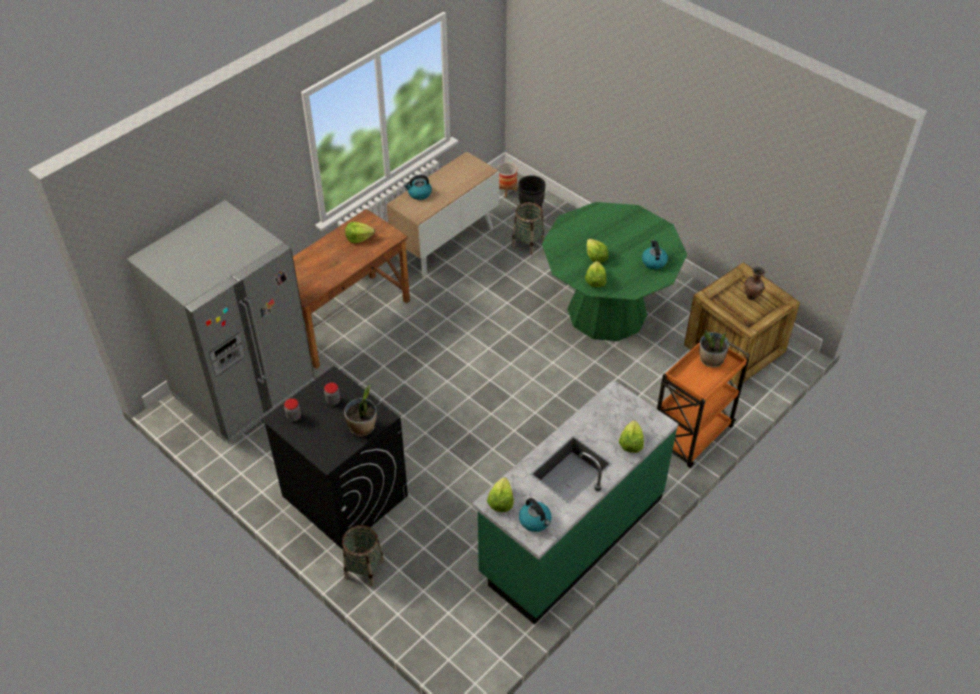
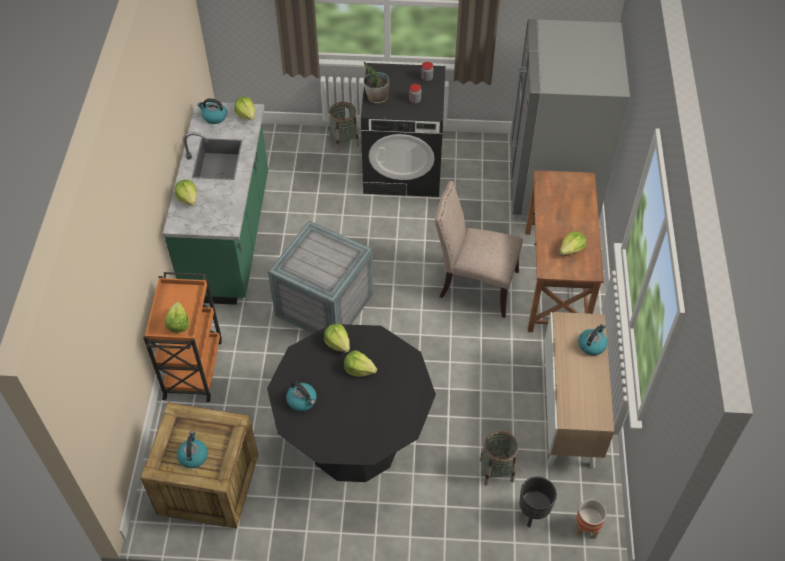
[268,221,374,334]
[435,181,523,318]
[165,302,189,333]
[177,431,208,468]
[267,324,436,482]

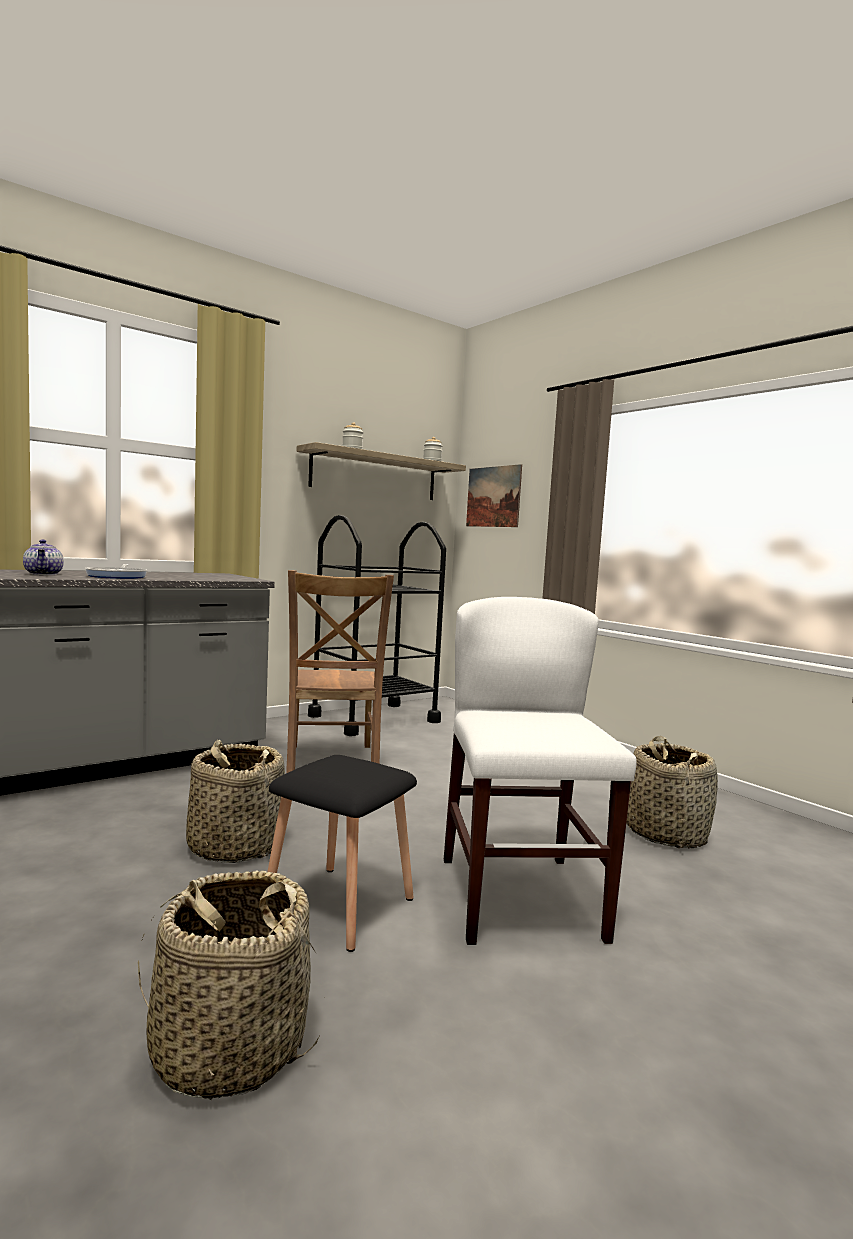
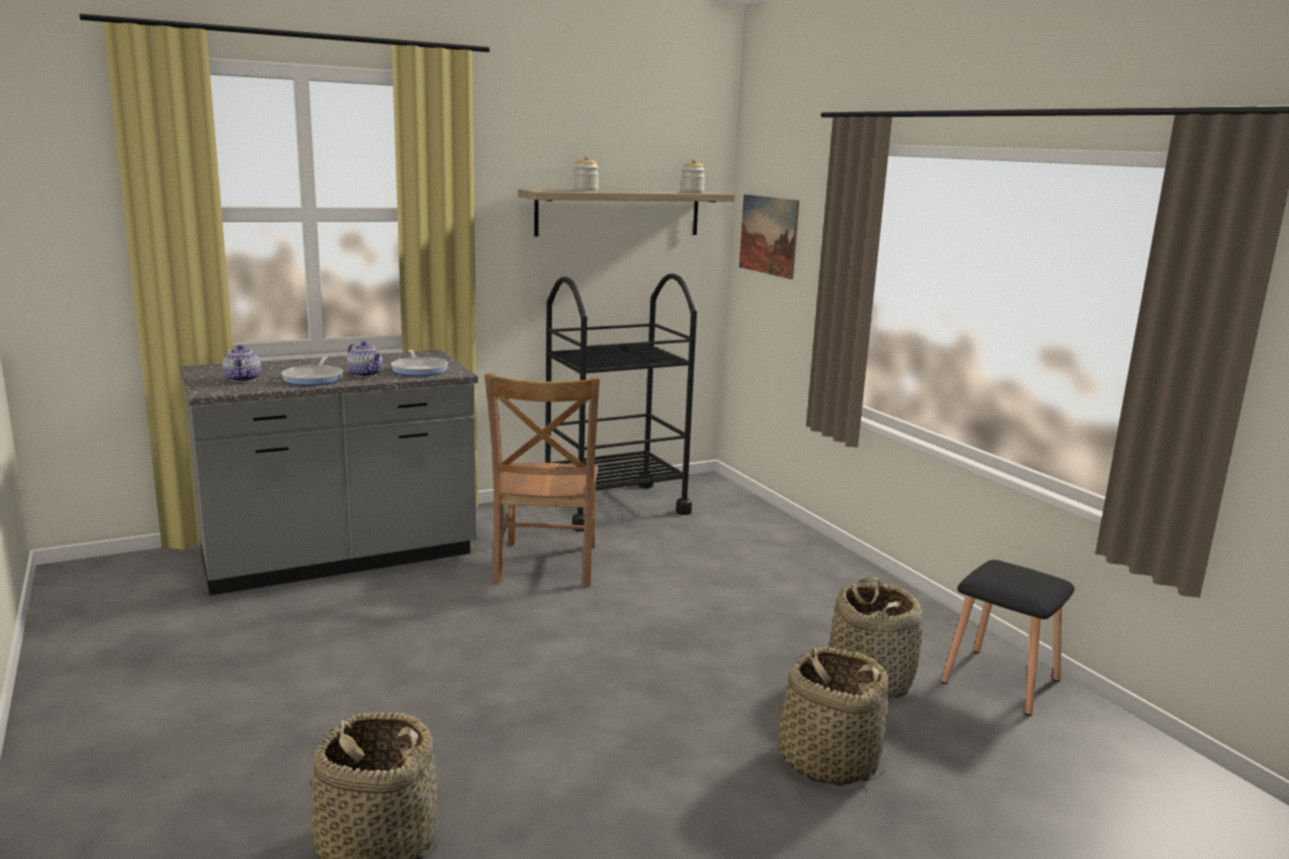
[444,597,637,945] (first image)
[347,341,383,377]
[391,350,448,376]
[776,647,889,786]
[941,560,1075,716]

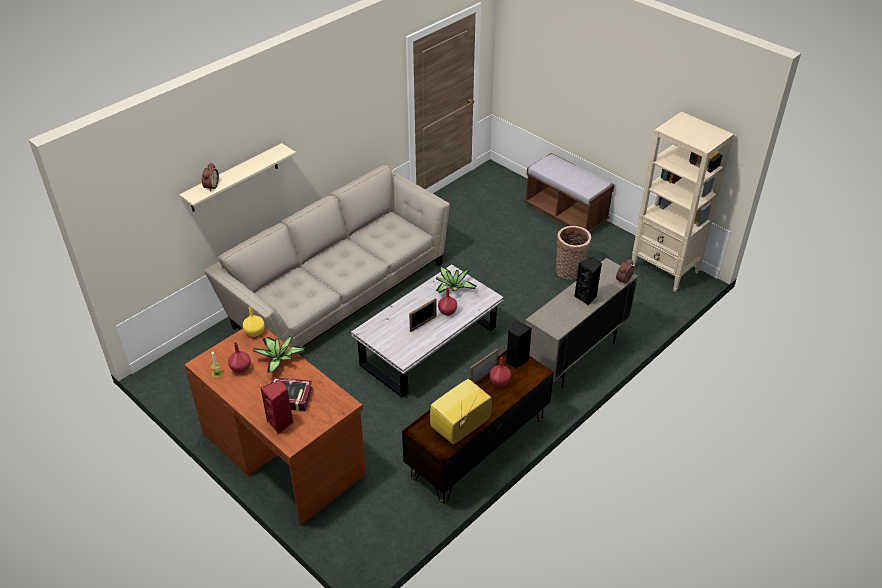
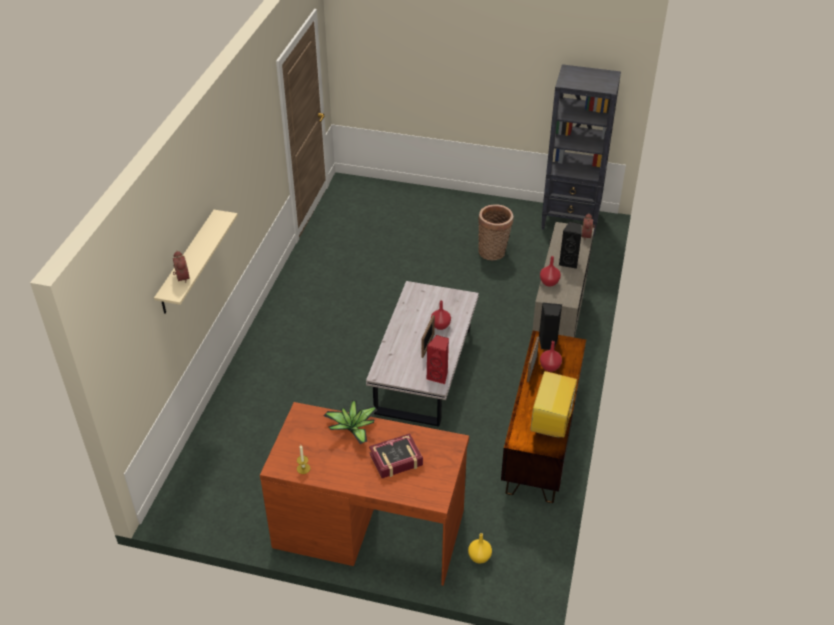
[204,165,450,348] (first image)
[436,266,476,293] (first image)
[525,153,614,232] (first image)
[540,256,561,287]
[468,533,492,564]
[427,335,449,384]
[541,64,621,237]

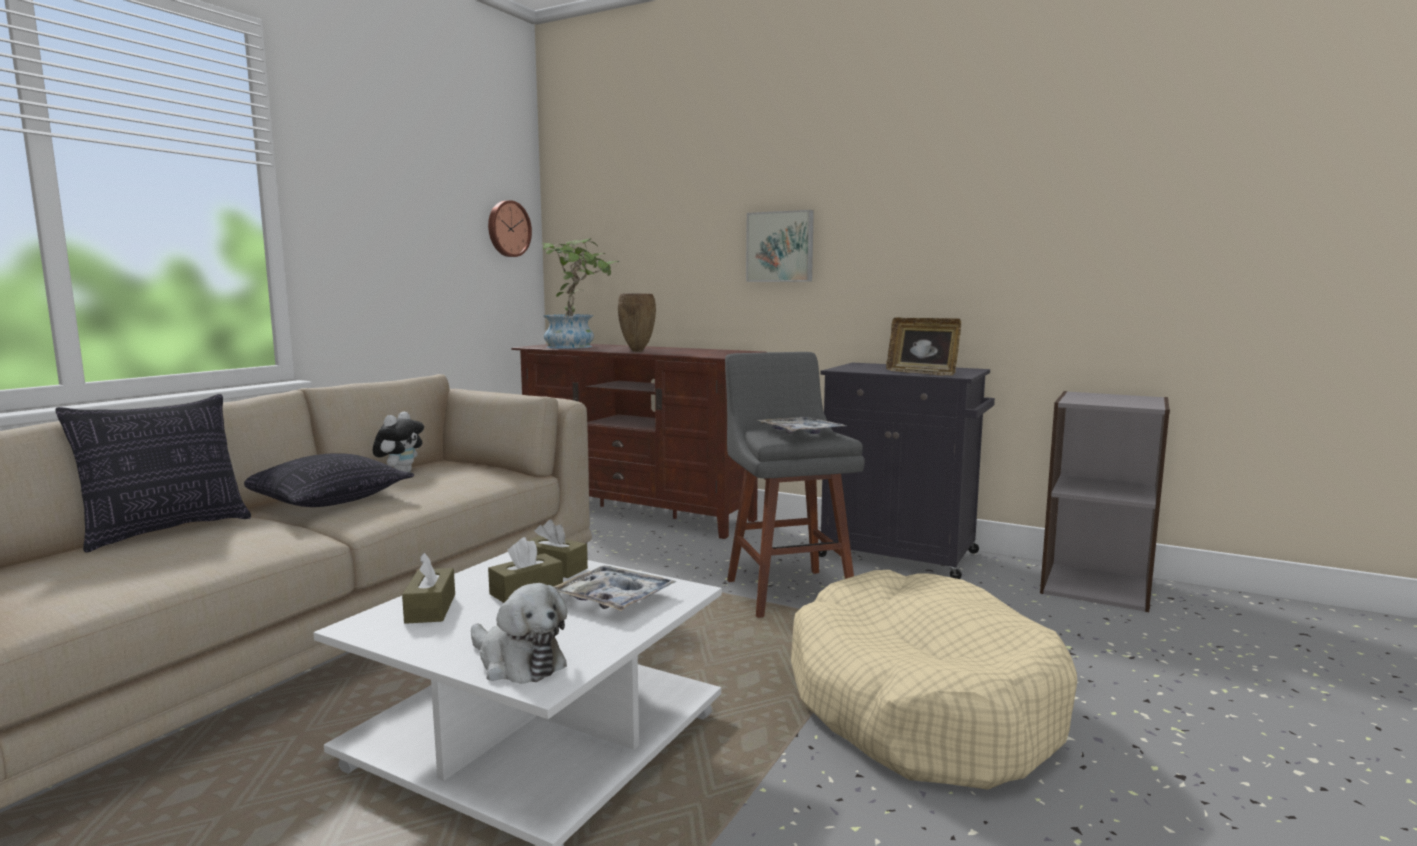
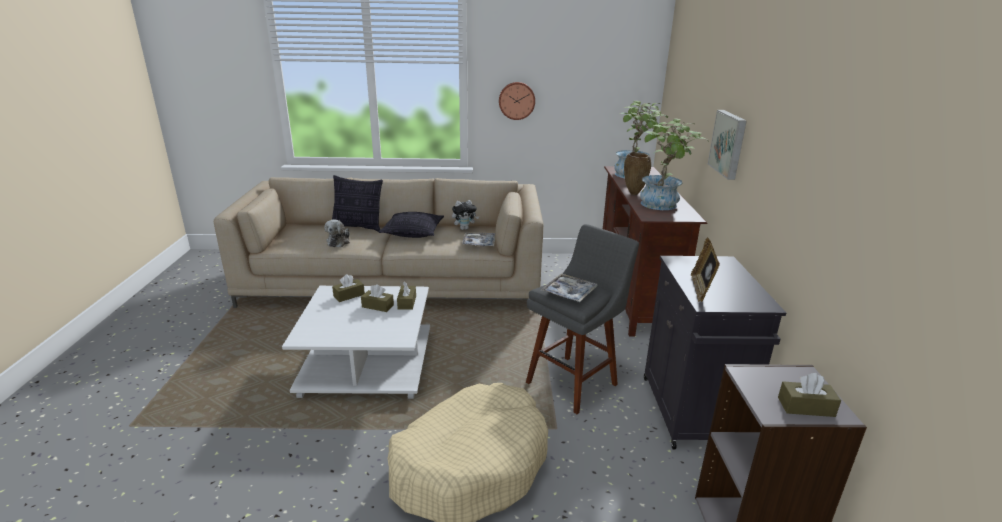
[640,119,709,210]
[778,373,841,417]
[324,219,350,247]
[499,82,535,120]
[462,232,495,246]

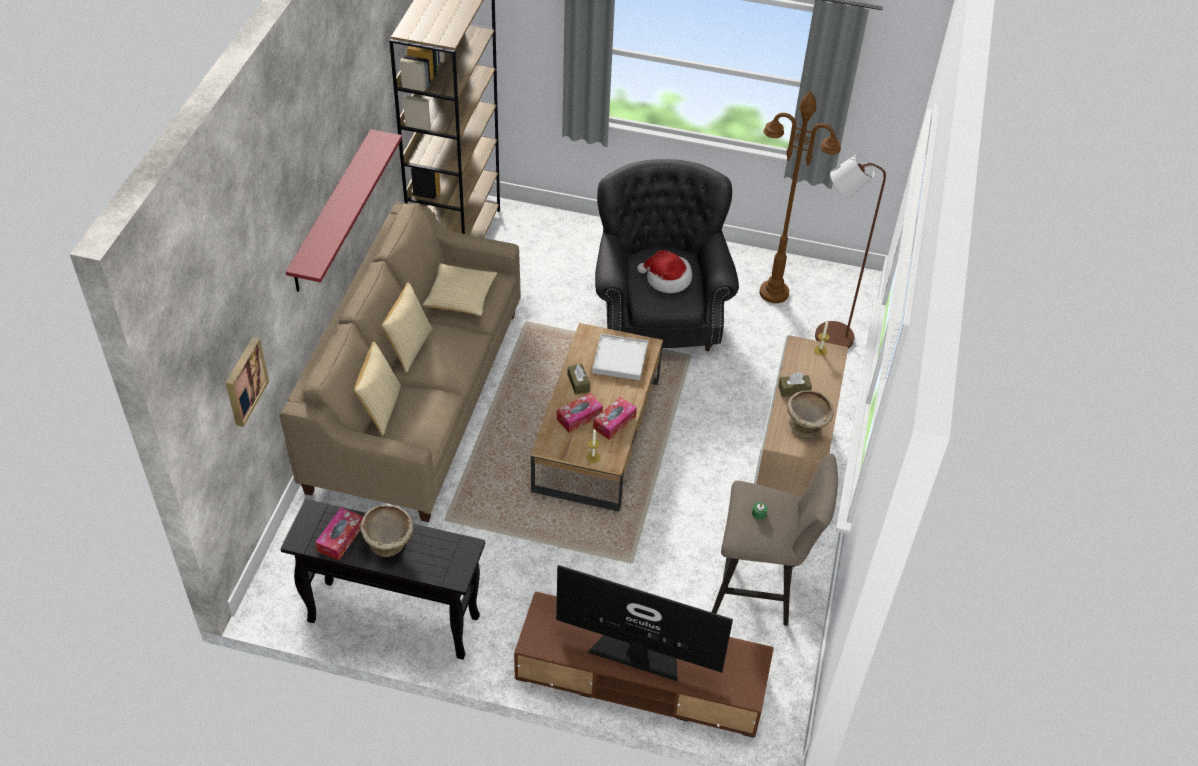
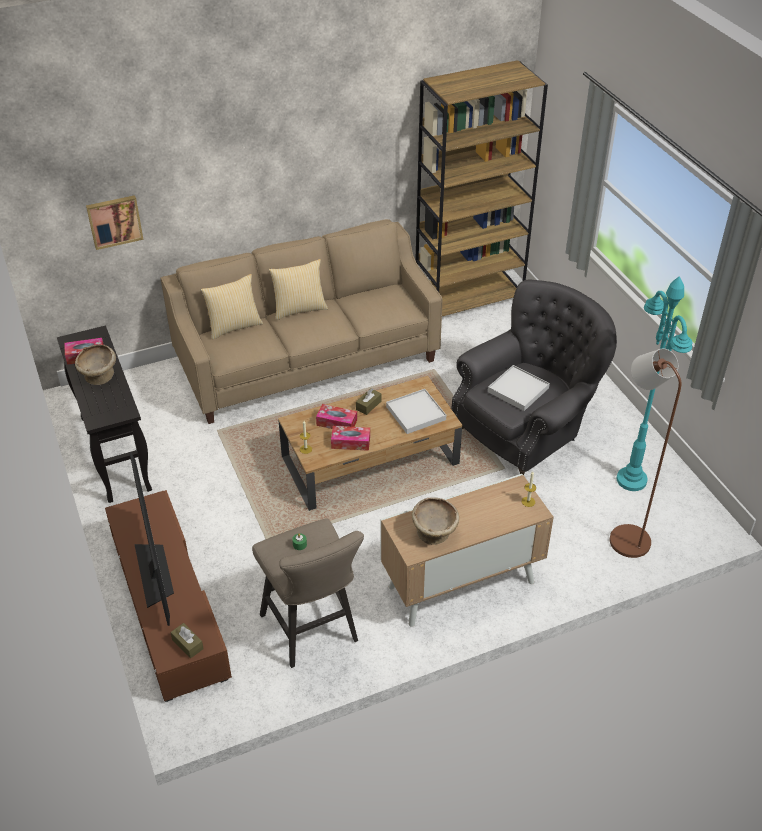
[286,129,402,292] (first image)
[423,263,497,316] (first image)
[170,623,204,658]
[488,365,550,411]
[617,276,693,491]

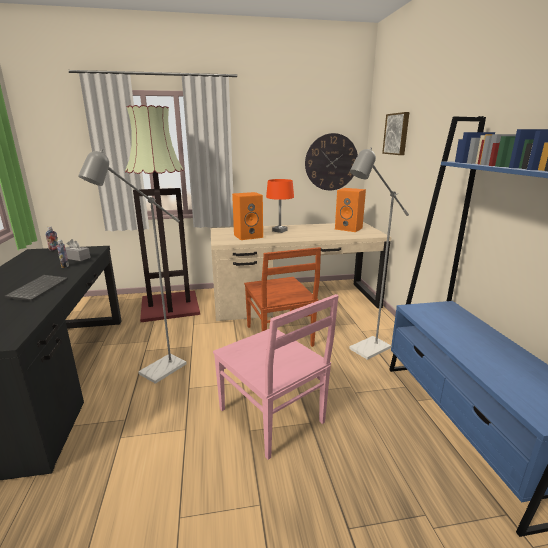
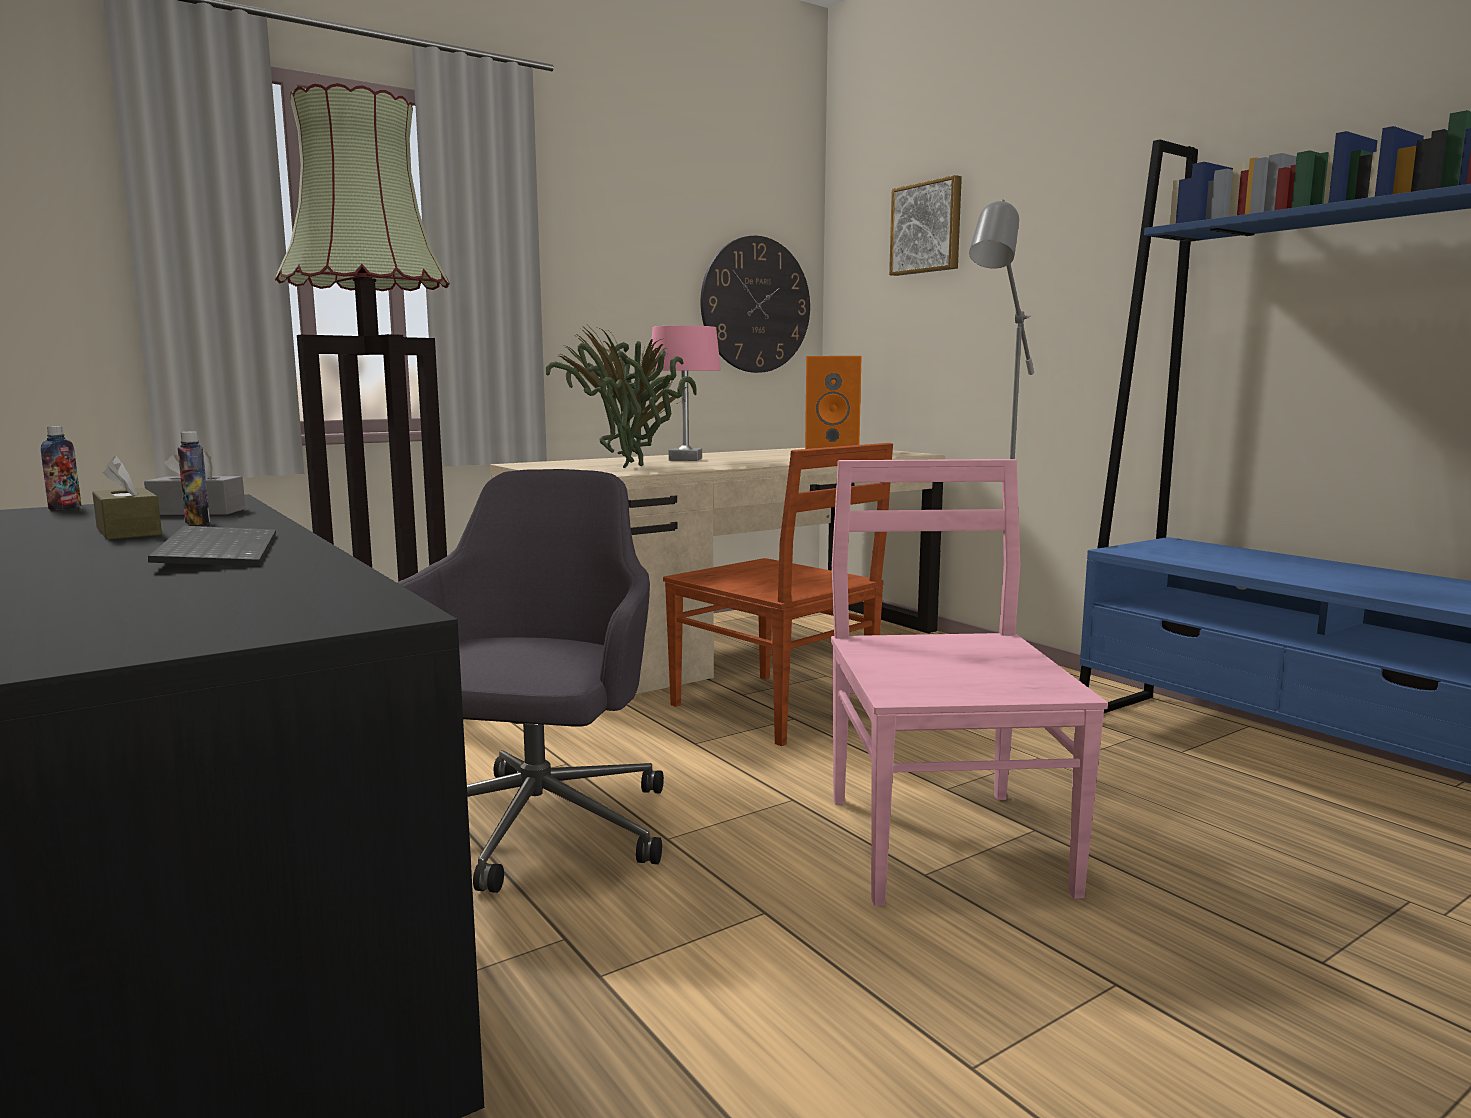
[92,456,162,540]
[397,469,664,893]
[546,325,697,468]
[651,326,721,461]
[831,459,1108,906]

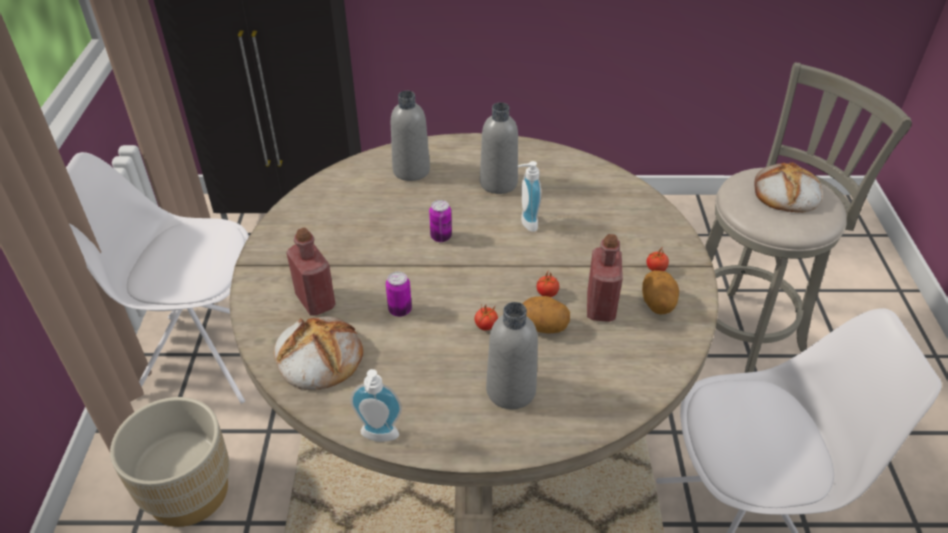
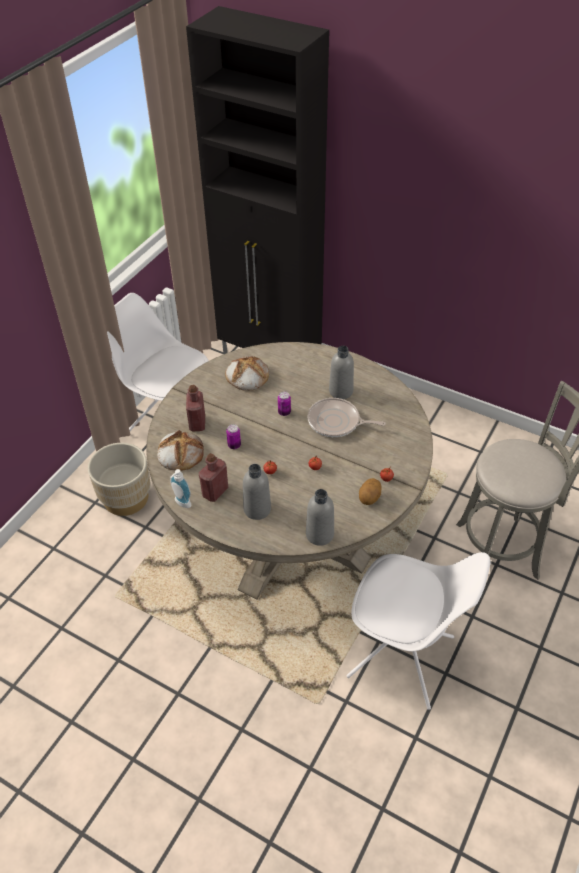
[522,296,570,333] (first image)
[306,489,334,546]
[199,453,228,502]
[225,356,269,391]
[307,398,386,437]

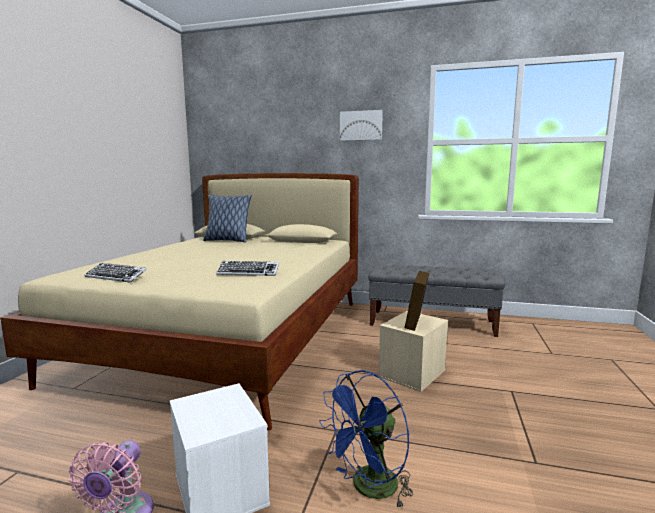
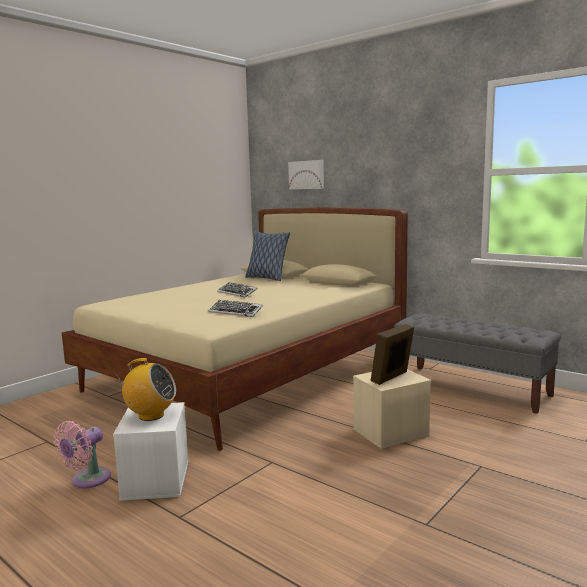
[319,370,413,509] (first image)
[115,358,176,421]
[217,282,258,298]
[288,160,324,189]

